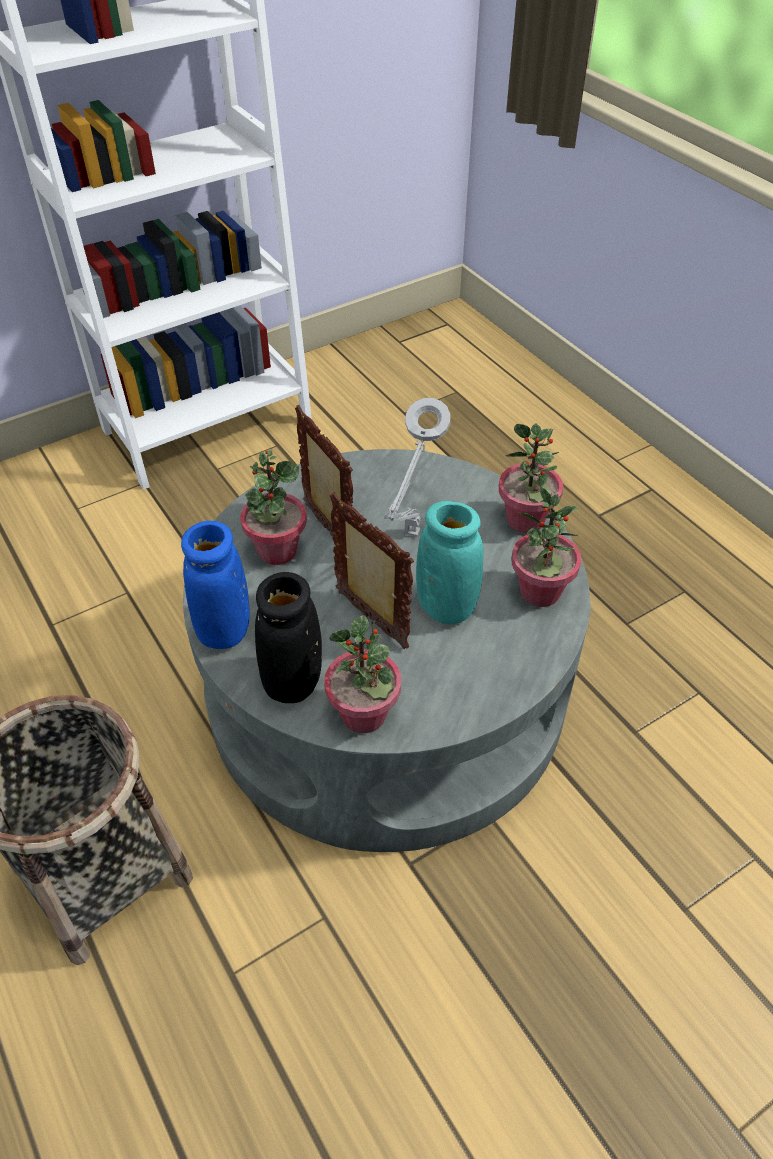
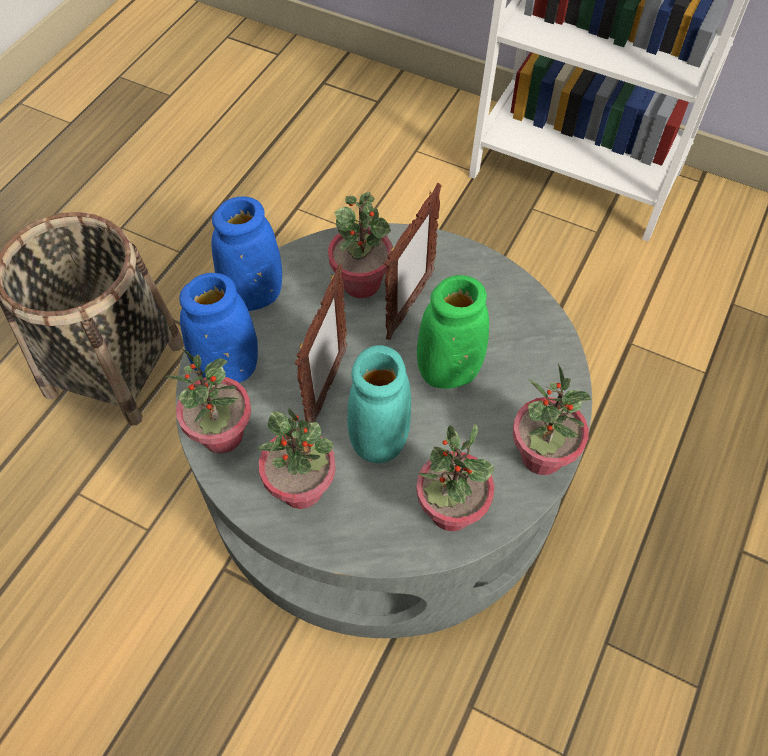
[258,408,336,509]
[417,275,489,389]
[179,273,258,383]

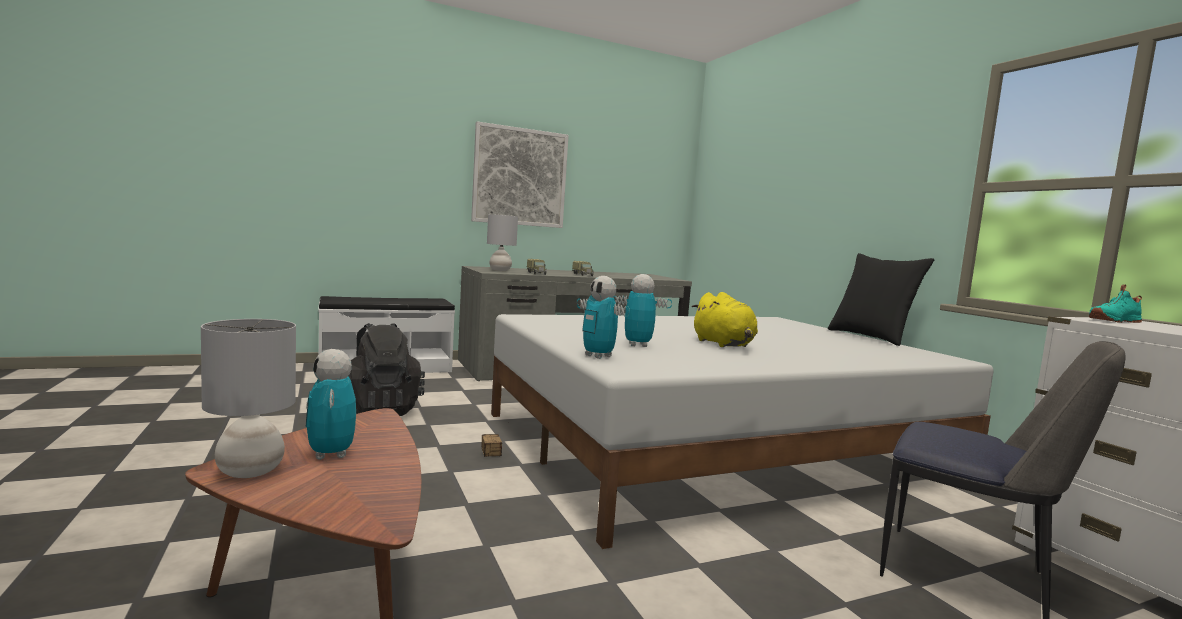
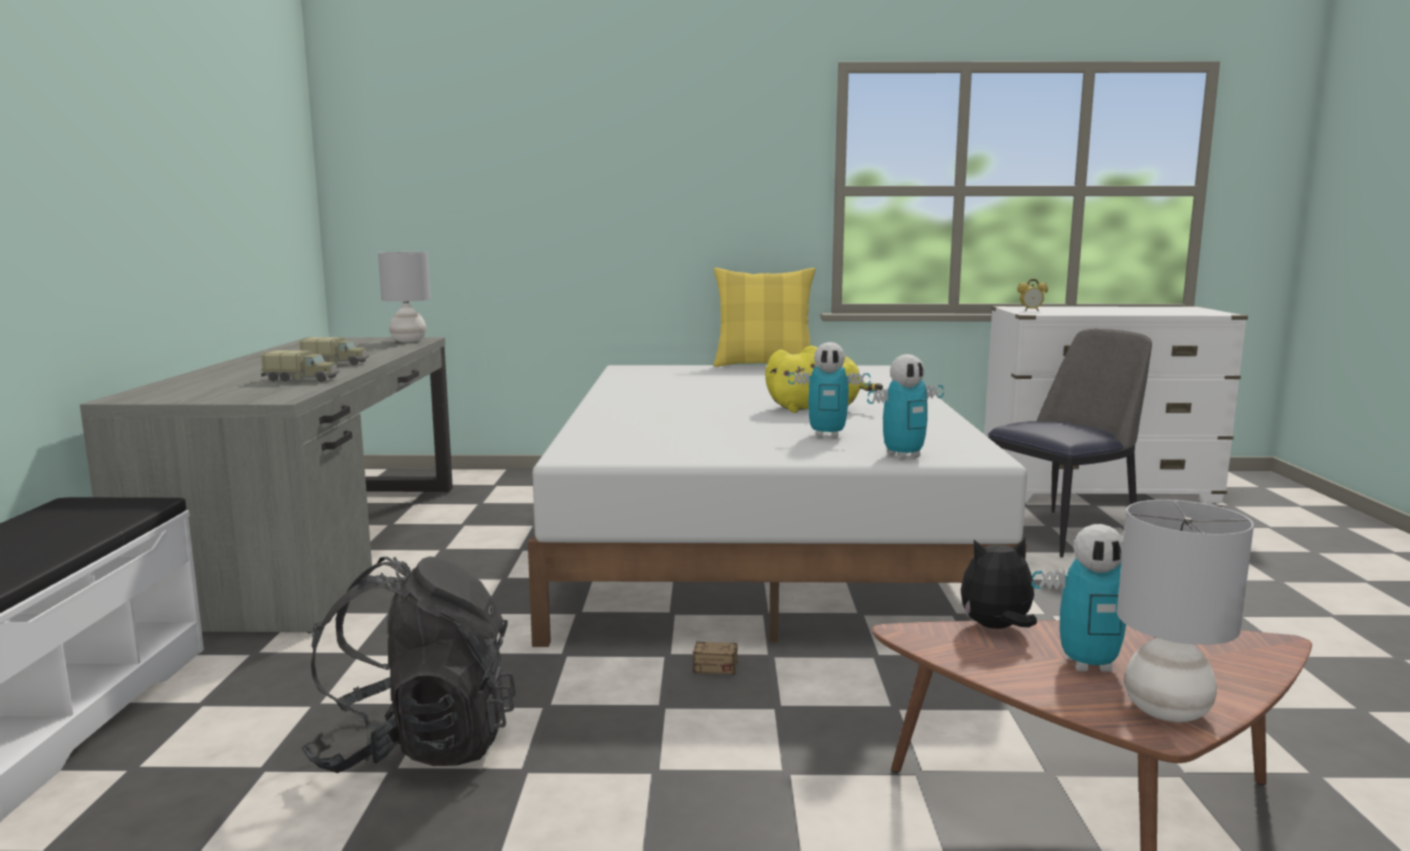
[471,121,569,228] (first image)
[960,537,1037,629]
[378,252,430,342]
[1017,279,1048,311]
[713,268,815,367]
[788,342,871,438]

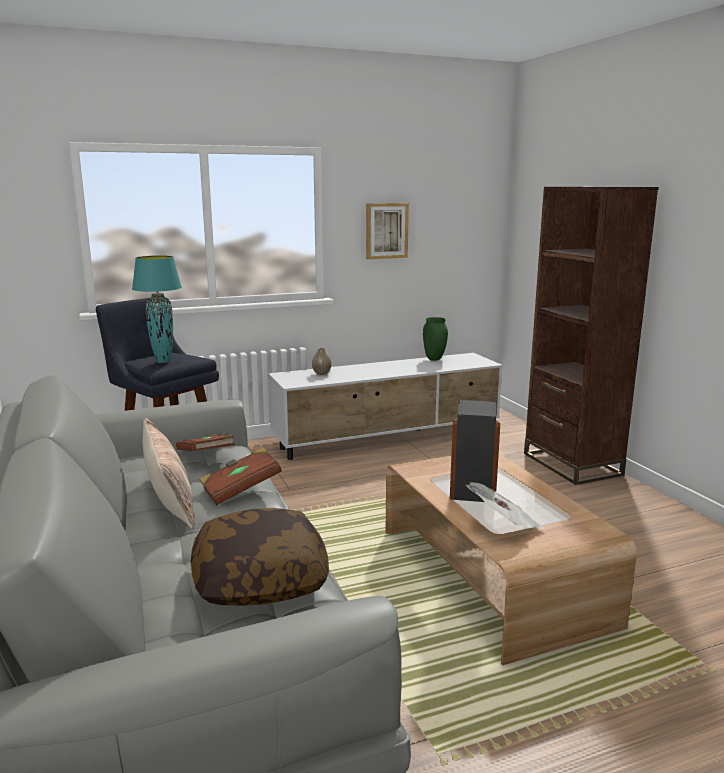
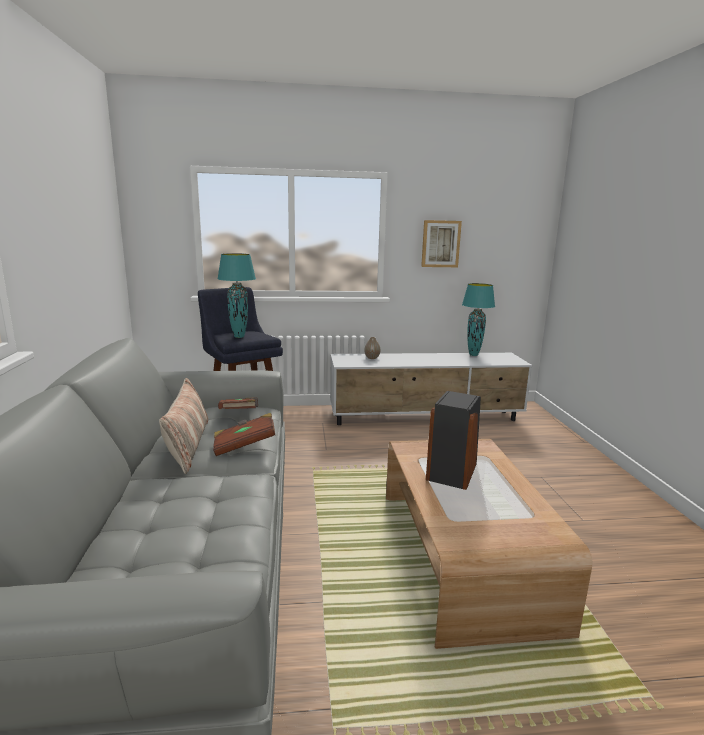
[191,508,329,606] (first image)
[465,482,545,529] (first image)
[524,187,659,485] (first image)
[462,283,495,356]

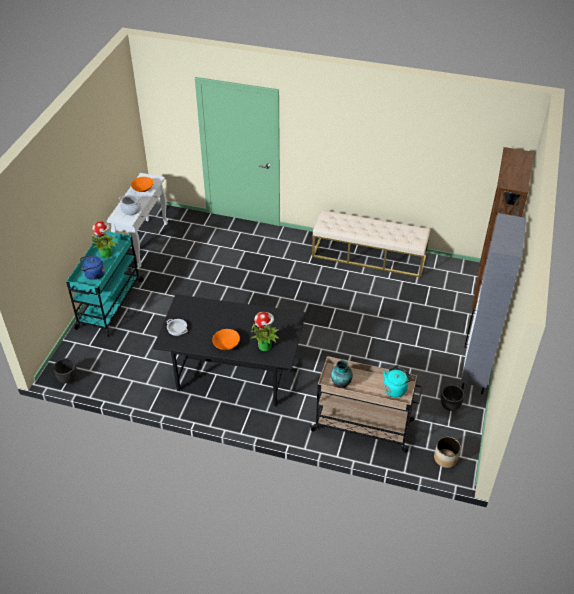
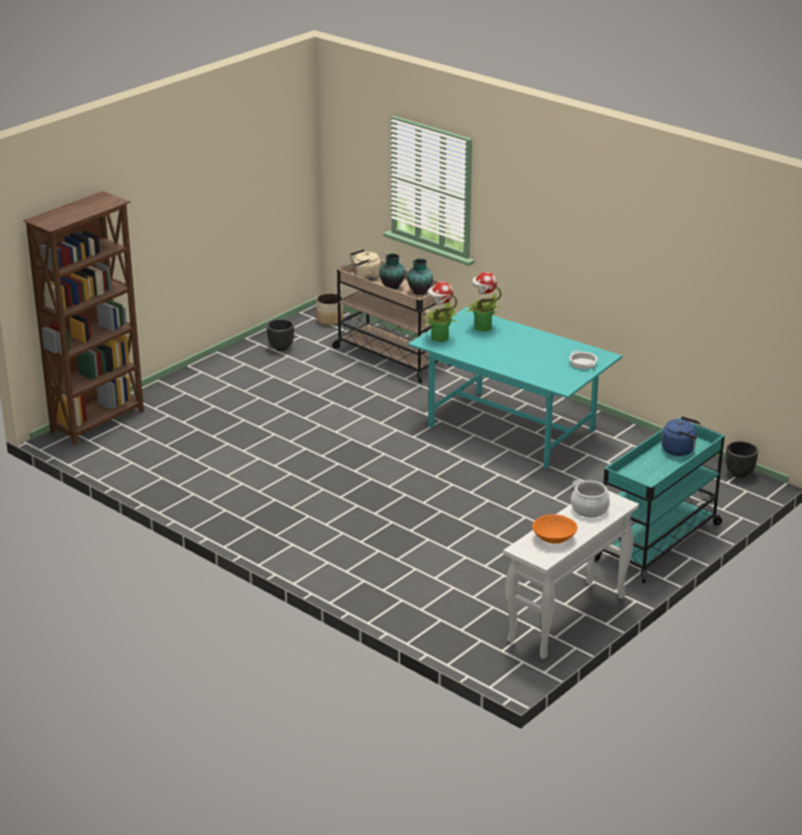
[212,329,240,350] (first image)
[312,210,430,278] (first image)
[461,213,527,394] (first image)
[379,253,405,290]
[421,282,457,342]
[408,307,622,469]
[349,249,381,281]

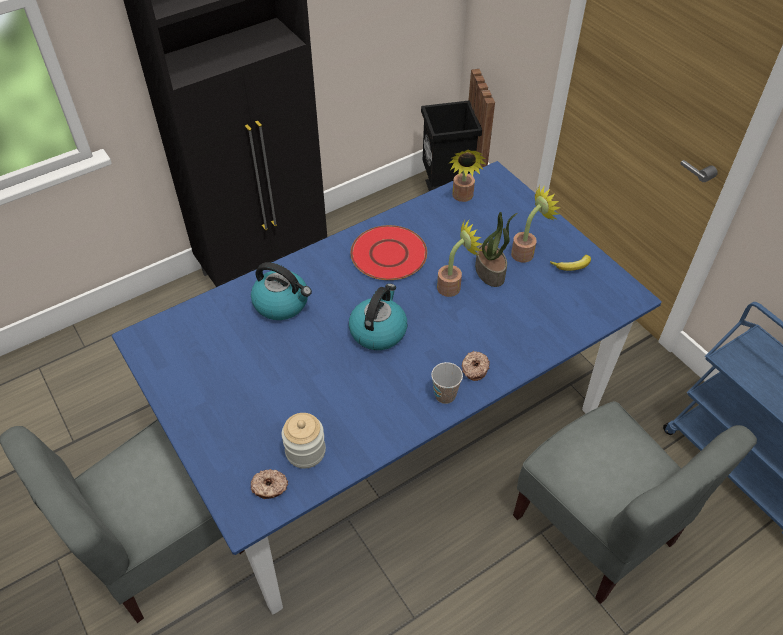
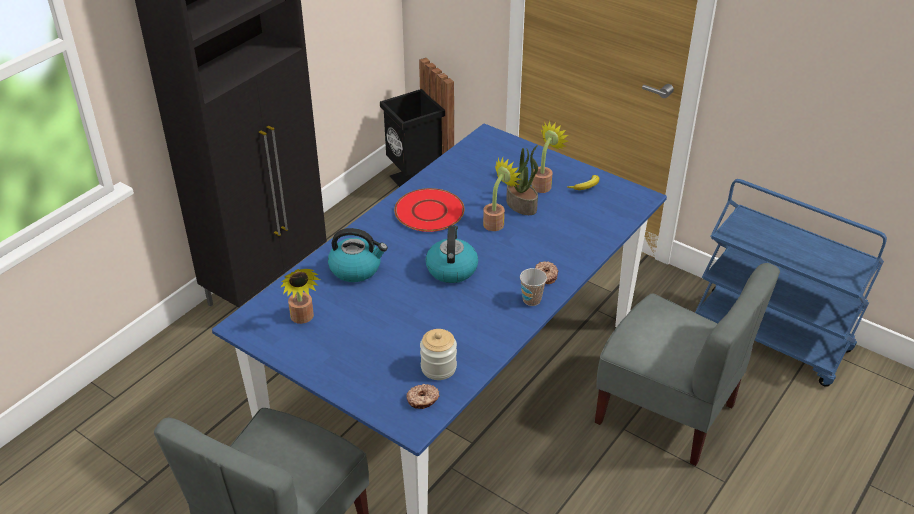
[280,269,320,324]

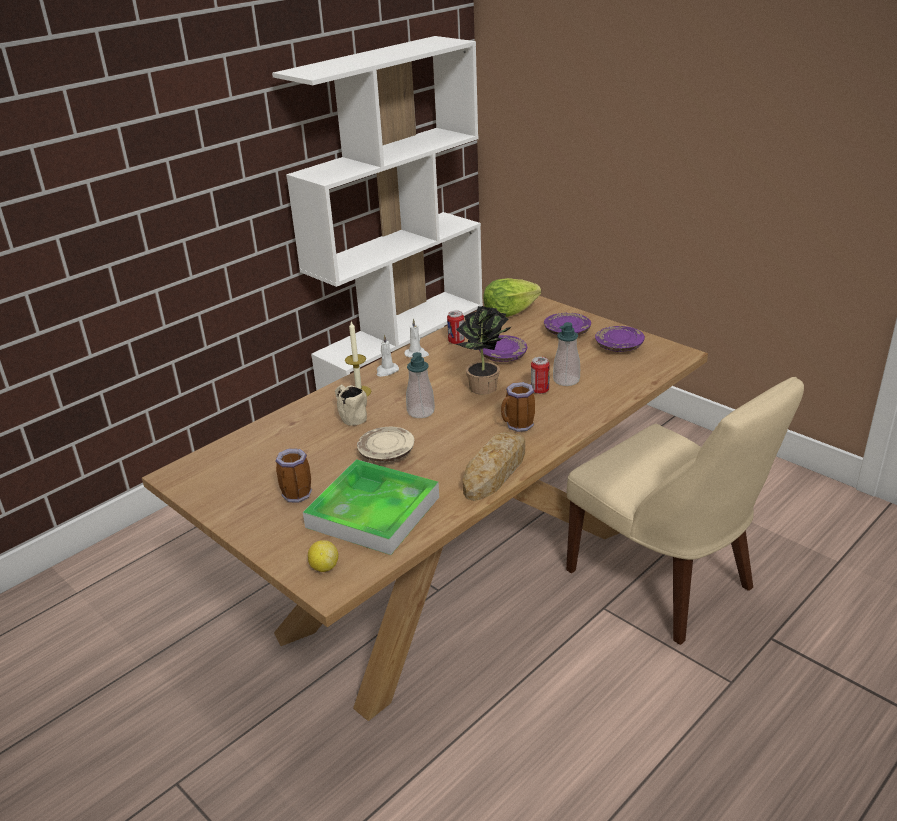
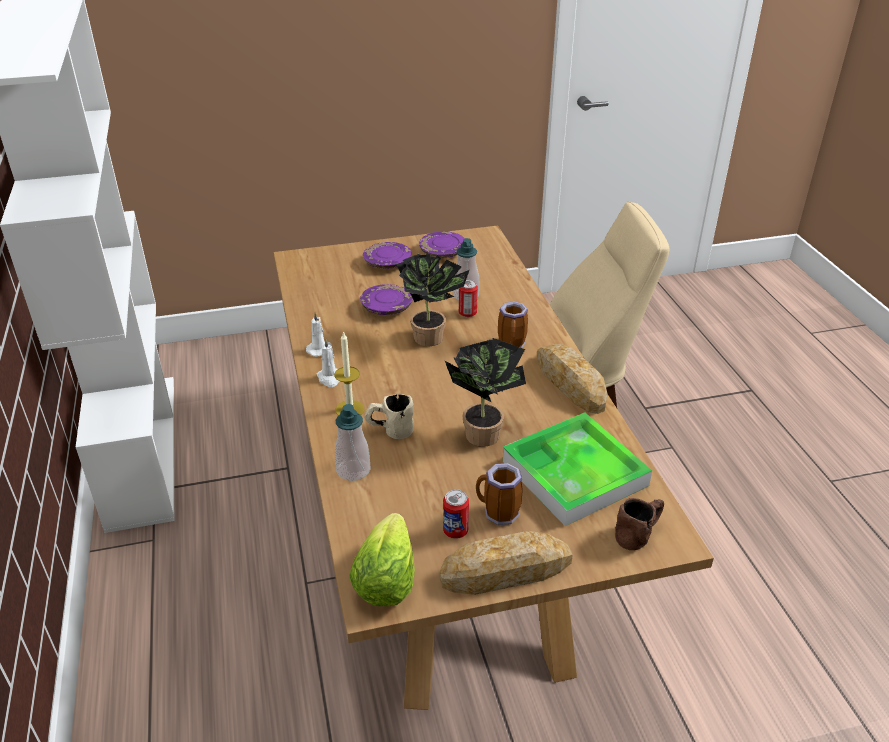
[440,531,573,595]
[335,404,371,481]
[443,489,469,539]
[349,513,415,606]
[615,498,664,550]
[444,338,526,447]

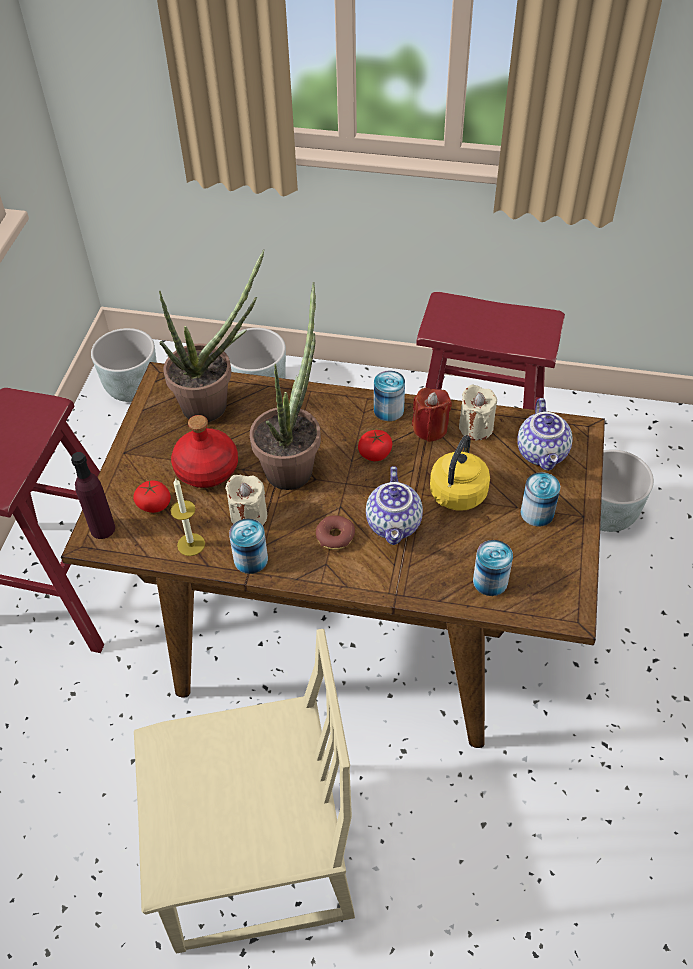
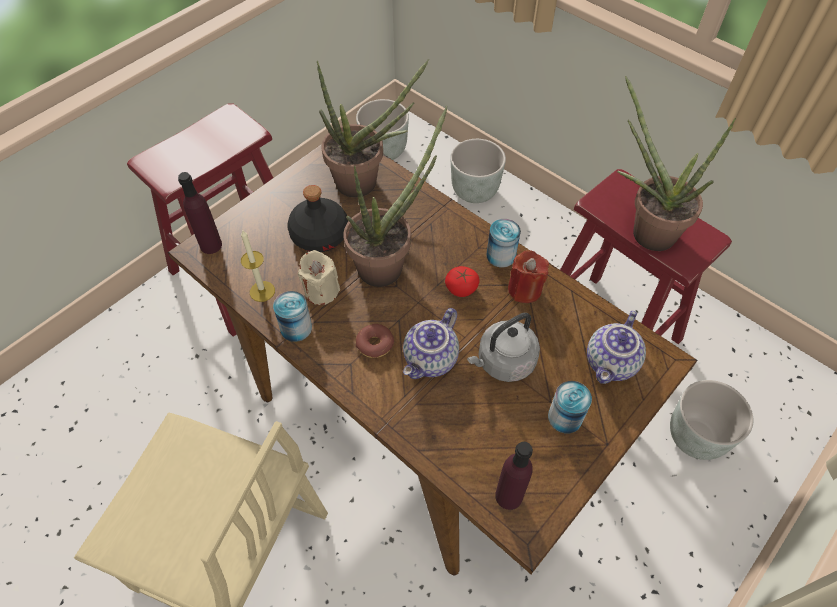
[133,480,171,513] (first image)
[459,384,497,440] (first image)
[473,540,513,596] (first image)
[495,442,533,510]
[616,76,736,251]
[287,185,348,252]
[467,313,540,382]

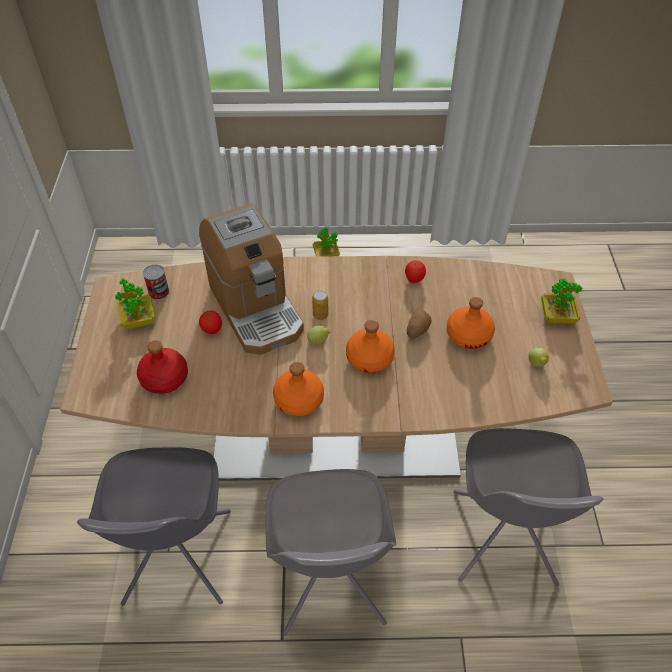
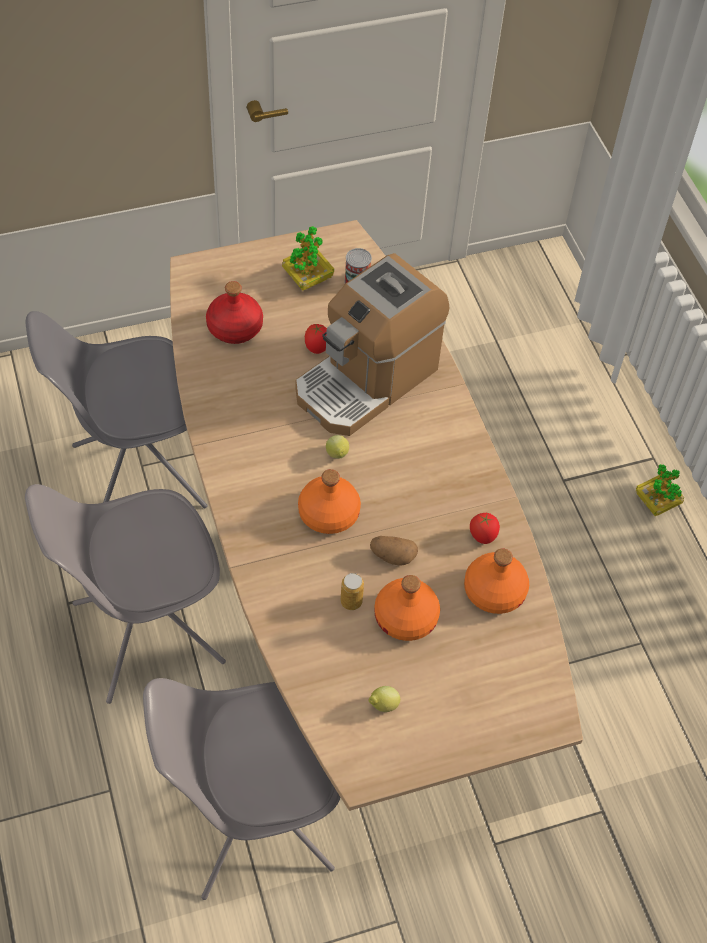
[541,279,582,324] (first image)
[464,548,529,614]
[341,573,364,610]

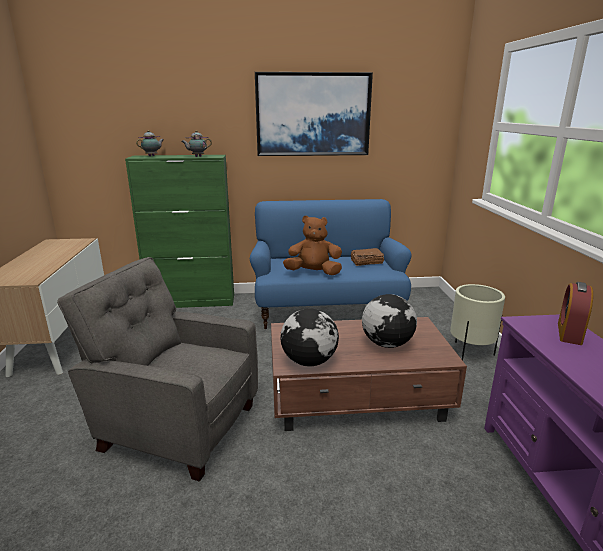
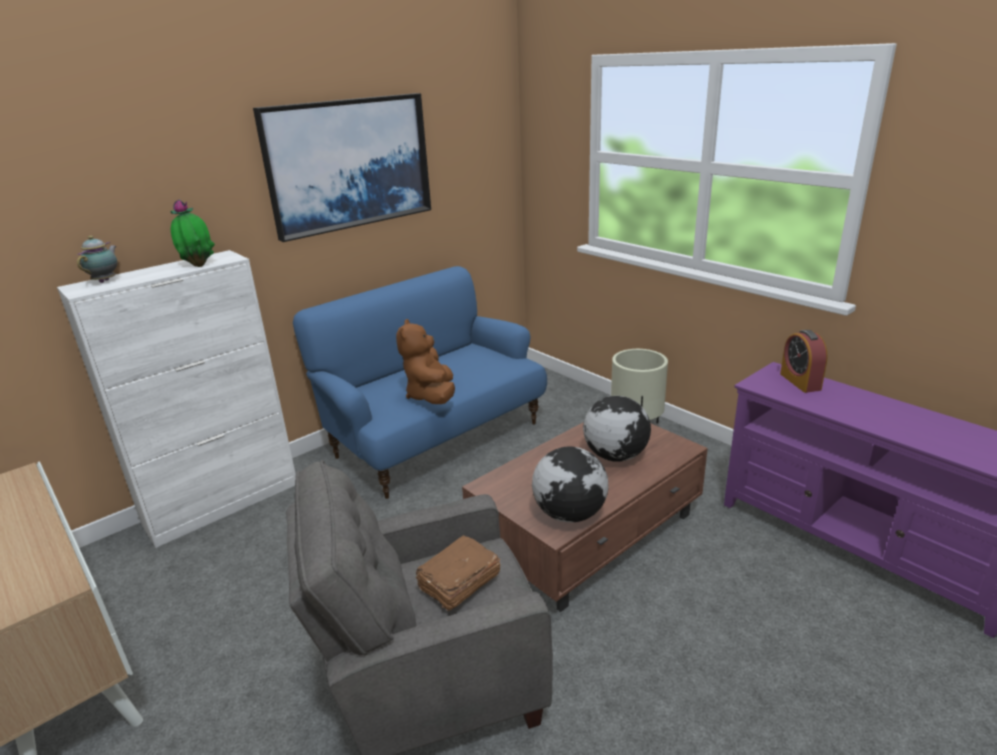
[416,535,501,611]
[171,199,215,267]
[57,250,296,548]
[396,319,455,404]

